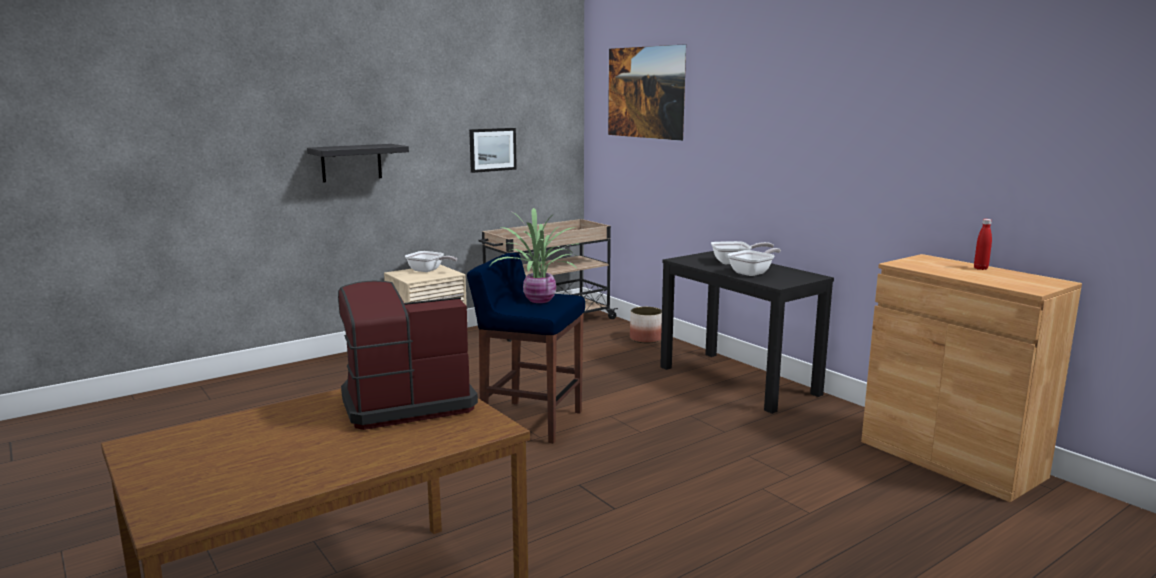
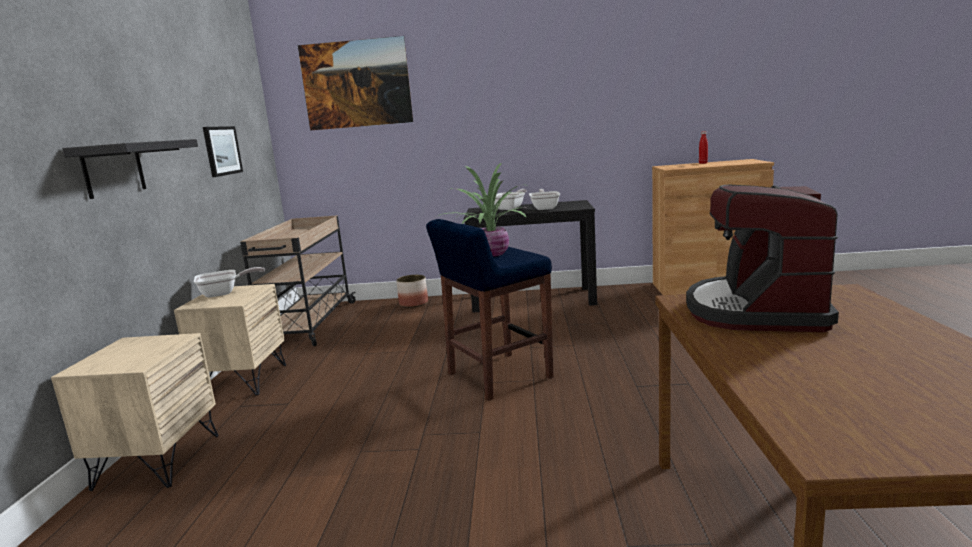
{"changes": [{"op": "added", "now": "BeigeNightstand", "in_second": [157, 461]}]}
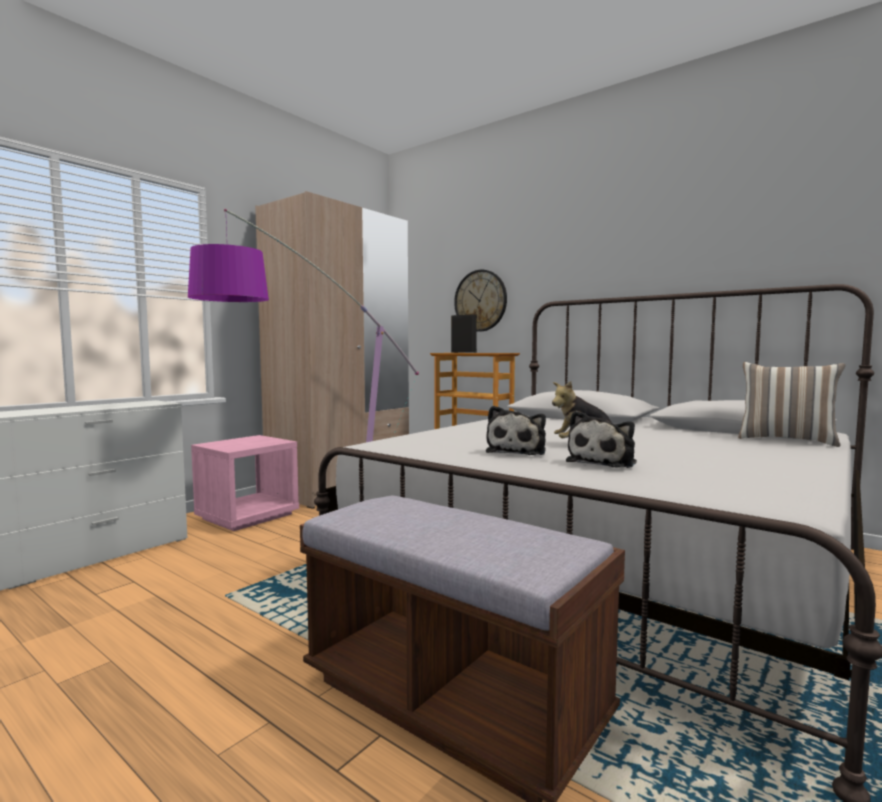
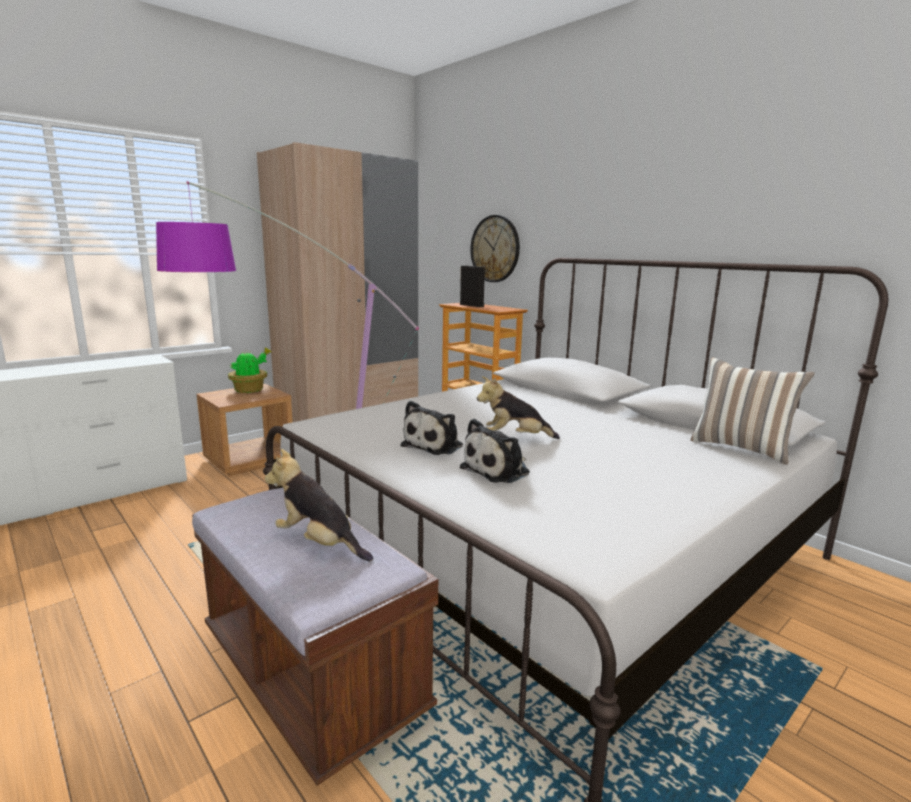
{"changes": [{"op": "recoloured", "was": "PinkNightstand", "now": "BrownNightstand", "in_first": [248, 516], "in_second": [250, 460]}, {"op": "added", "now": "PottedPlant", "in_second": [250, 390]}, {"op": "added", "now": "PlushToy", "in_second": [319, 543]}]}
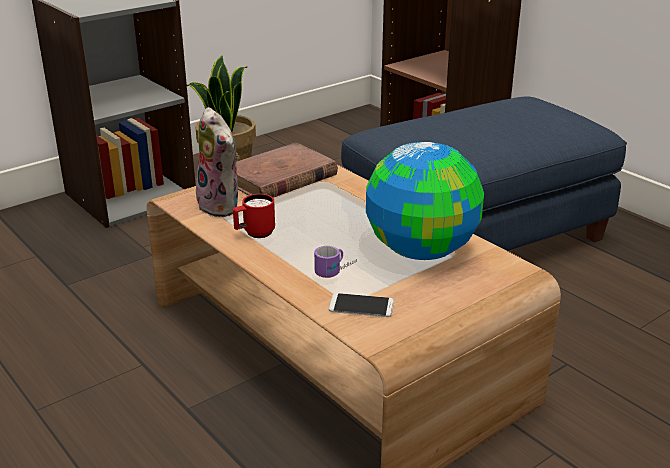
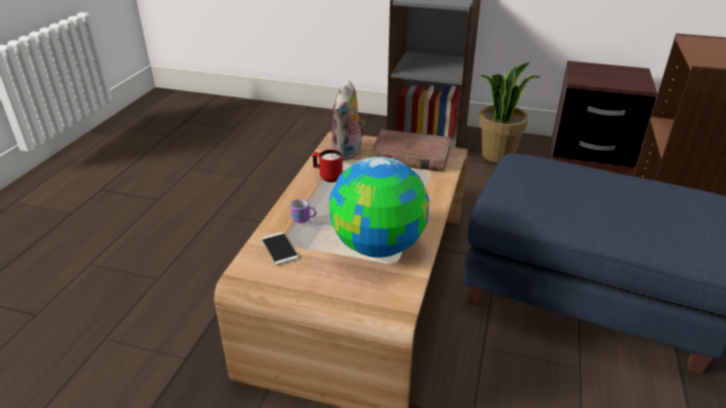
{"changes": [{"op": "added", "now": "BrownNightstand", "in_second": [589, 158]}]}
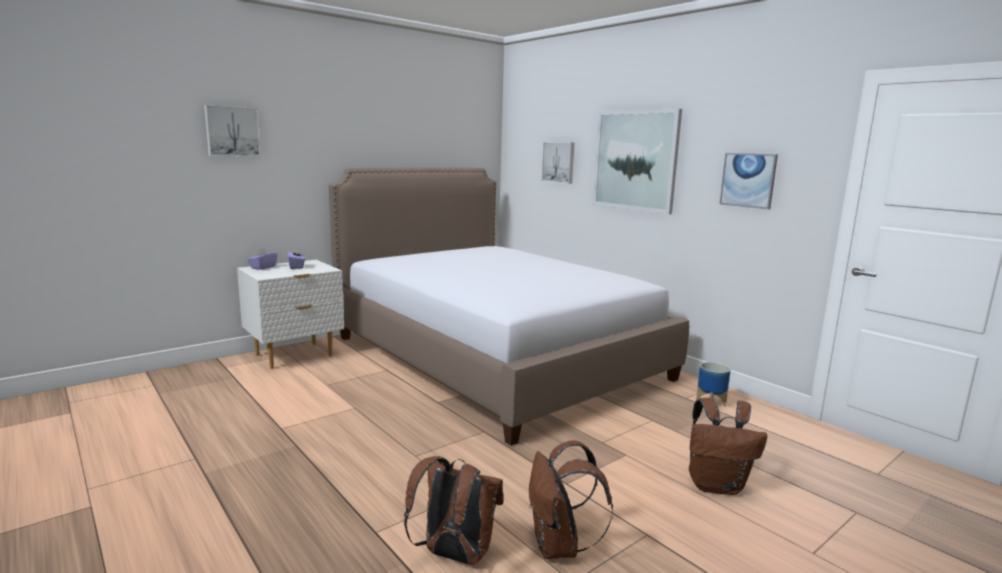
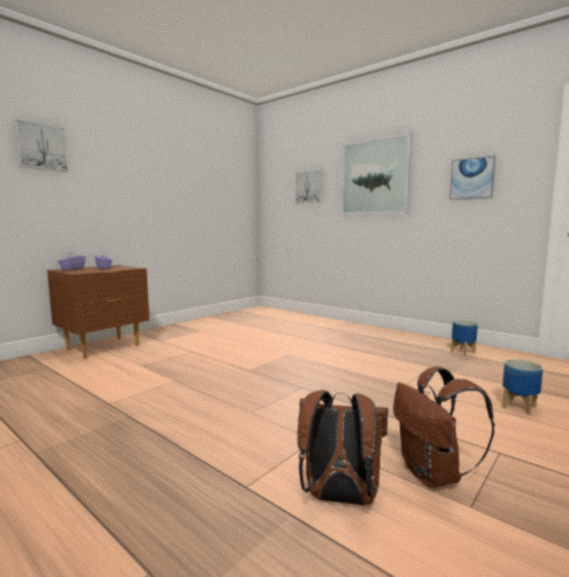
{"changes": [{"op": "recoloured", "was": "WhiteNightstand", "now": "BrownNightstand", "in_first": [294, 356], "in_second": [103, 348]}, {"op": "removed", "was": "Bed", "in_first": [495, 357]}, {"op": "replaced", "was": "BrownBackpack", "now": "Planter", "in_first": [717, 485], "in_second": [519, 406]}]}
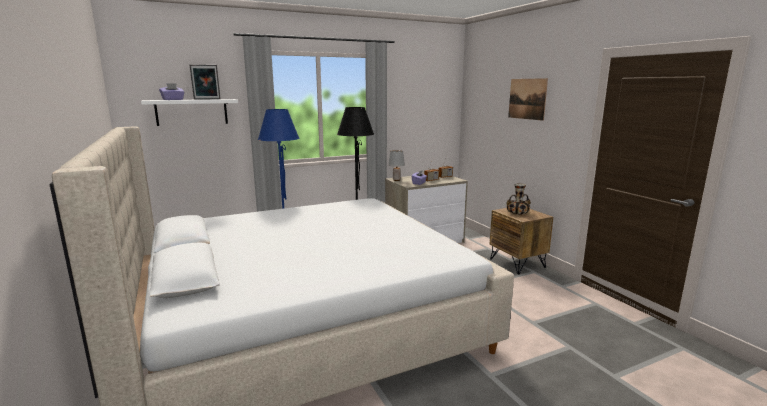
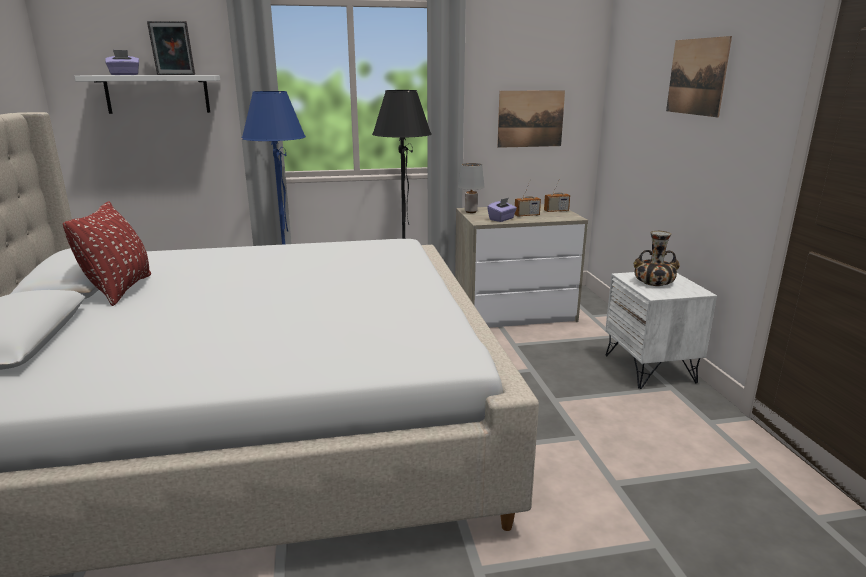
{"changes": [{"op": "recoloured", "was": "BrownNightstand", "now": "WhiteNightstand", "in_first": [517, 263], "in_second": [650, 369]}, {"op": "added", "now": "RedPillow", "in_second": [120, 290]}, {"op": "added", "now": "Picture", "in_second": [530, 119]}]}
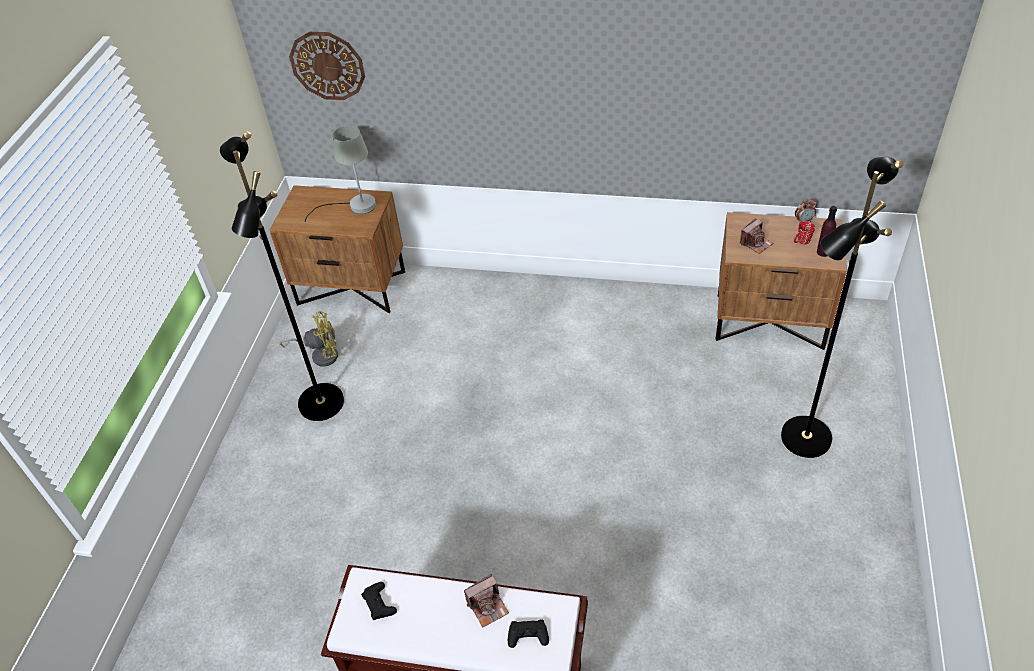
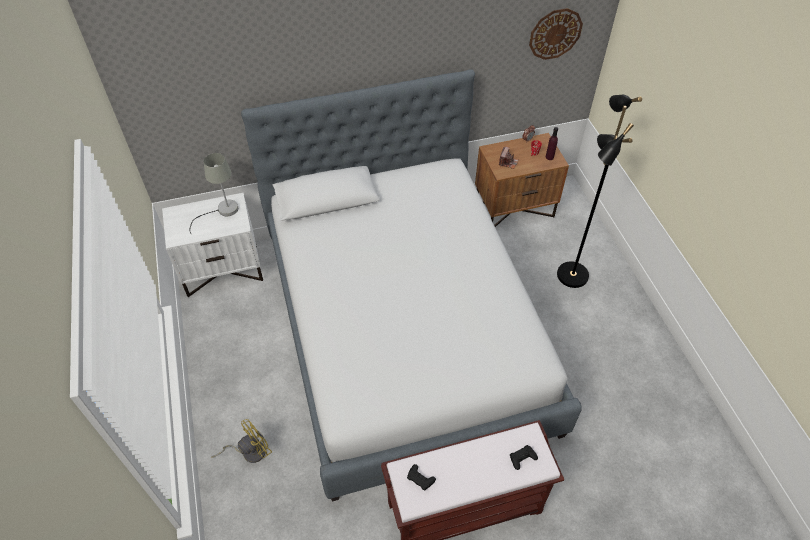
{"changes": [{"op": "removed", "was": "BlackFloorLamp", "in_first": [319, 403]}, {"op": "recoloured", "was": "BrownNightstand", "now": "WhiteNightstand", "in_first": [352, 287], "in_second": [223, 270]}, {"op": "moved", "was": "YellowFan", "in_first": [321, 354], "in_second": [249, 451]}, {"op": "moved", "was": "WallClock", "in_first": [327, 65], "in_second": [555, 34]}, {"op": "removed", "was": "PhotoCamera", "in_first": [488, 606]}, {"op": "added", "now": "Bed", "in_second": [404, 329]}]}
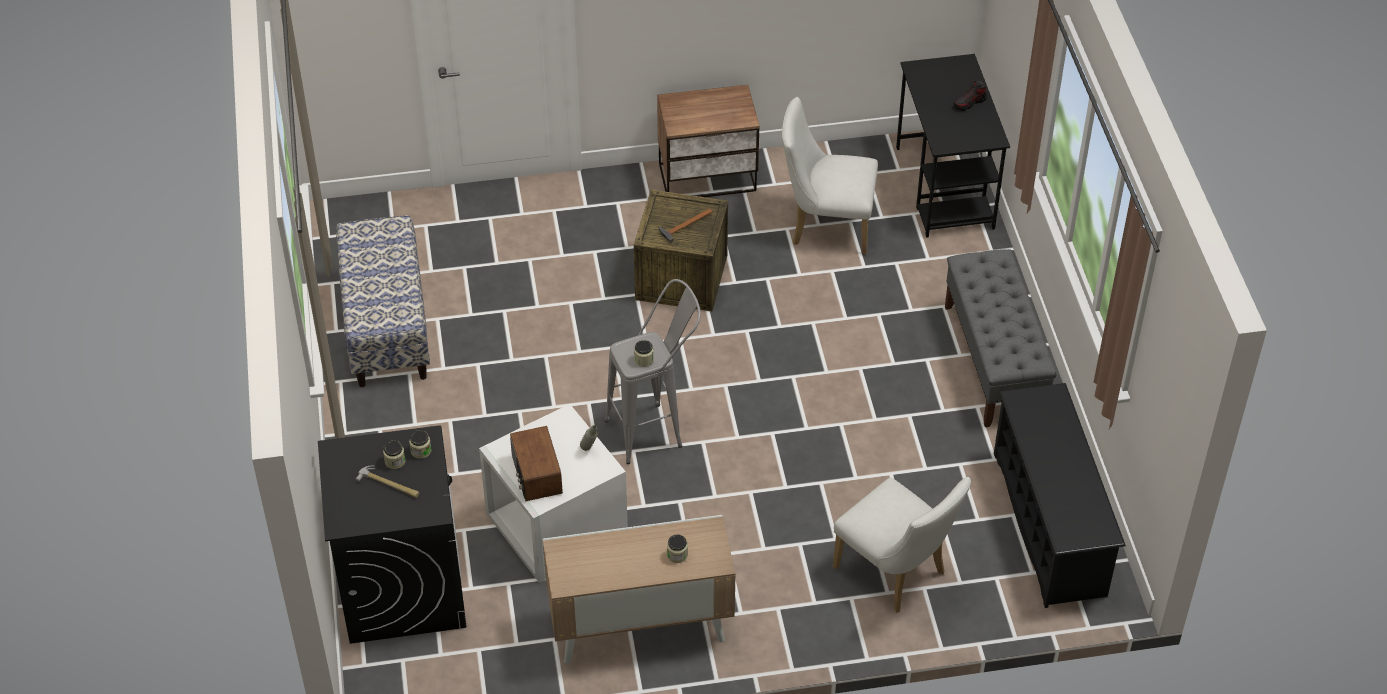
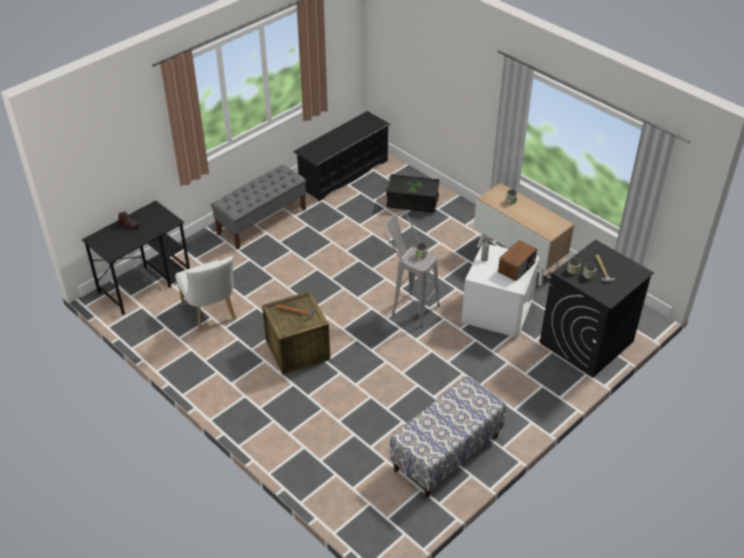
{"changes": [{"op": "removed", "was": "Nightstand", "in_first": [708, 178]}, {"op": "replaced", "was": "WhiteChair", "now": "BlackStorageBox", "in_first": [896, 574], "in_second": [412, 202]}]}
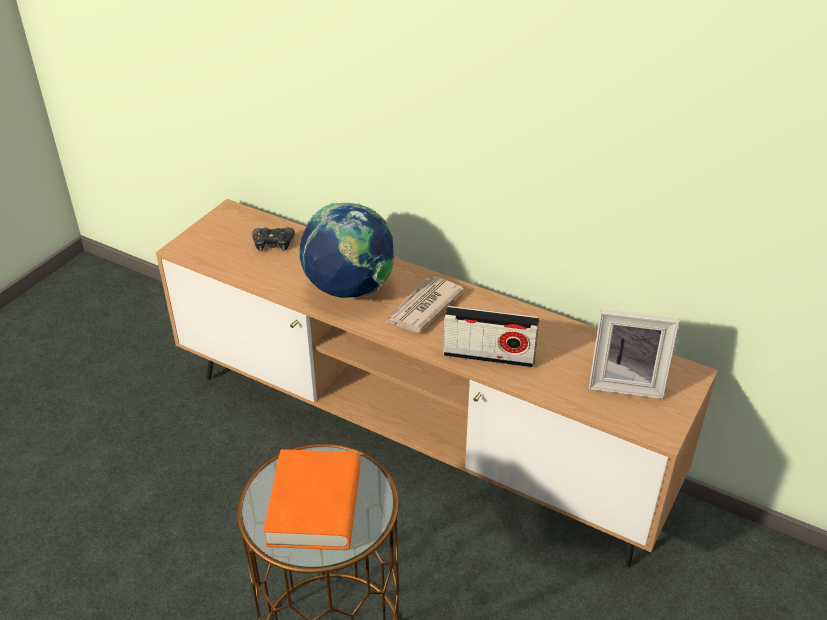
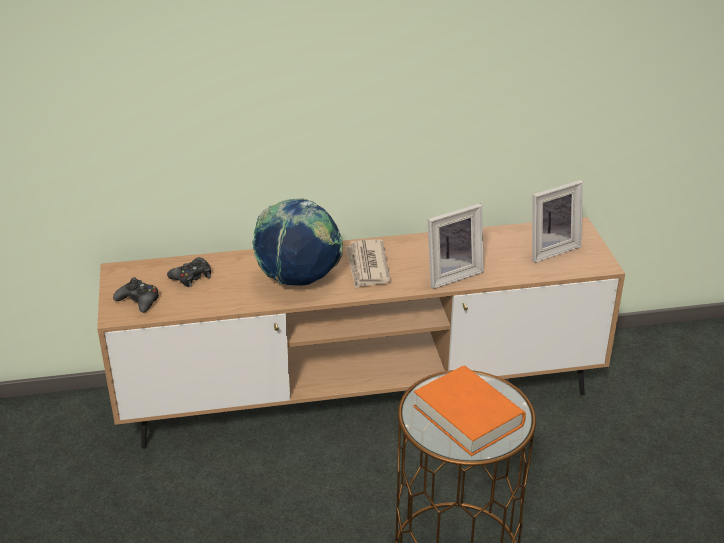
{"changes": [{"op": "replaced", "was": "Radio", "now": "PictureFrame", "in_first": [489, 356], "in_second": [451, 274]}, {"op": "added", "now": "BlackGameController", "in_second": [138, 301]}]}
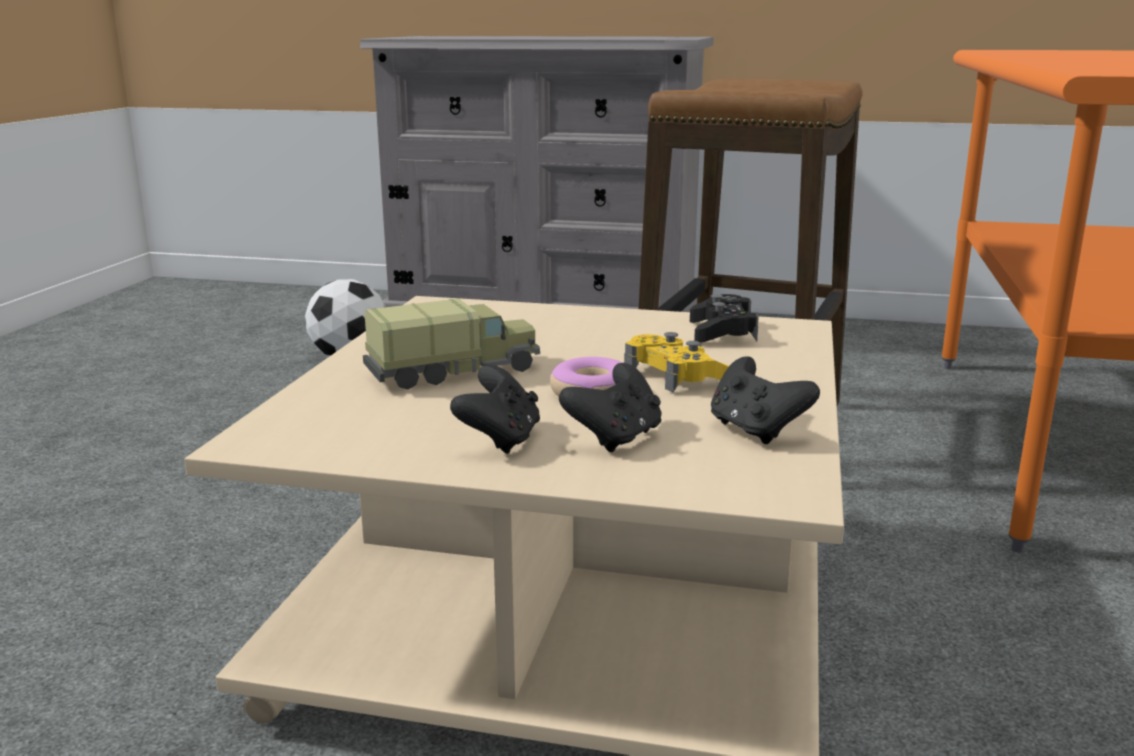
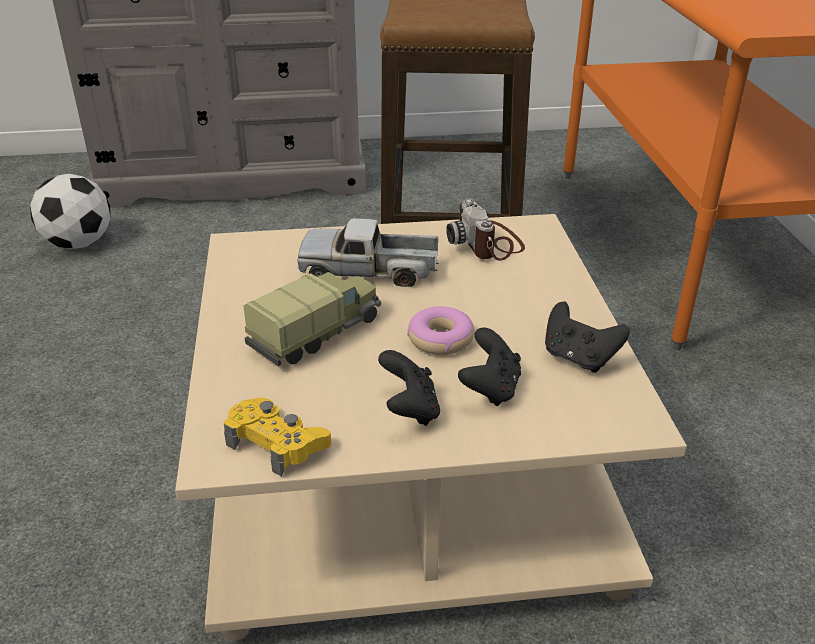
{"changes": [{"op": "moved", "was": "YellowGameController", "in_first": [675, 376], "in_second": [277, 443]}, {"op": "replaced", "was": "BlackGameController", "now": "PhotoCamera", "in_first": [722, 332], "in_second": [488, 243]}, {"op": "added", "now": "ToyTruck", "in_second": [369, 271]}]}
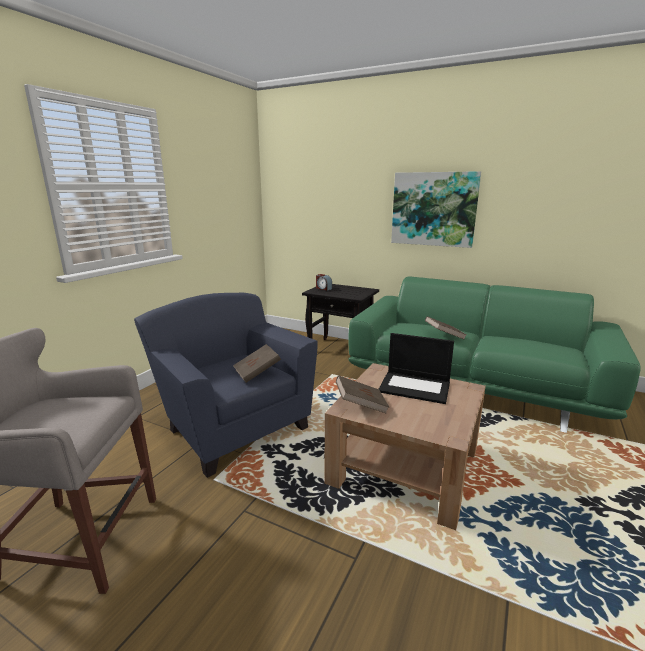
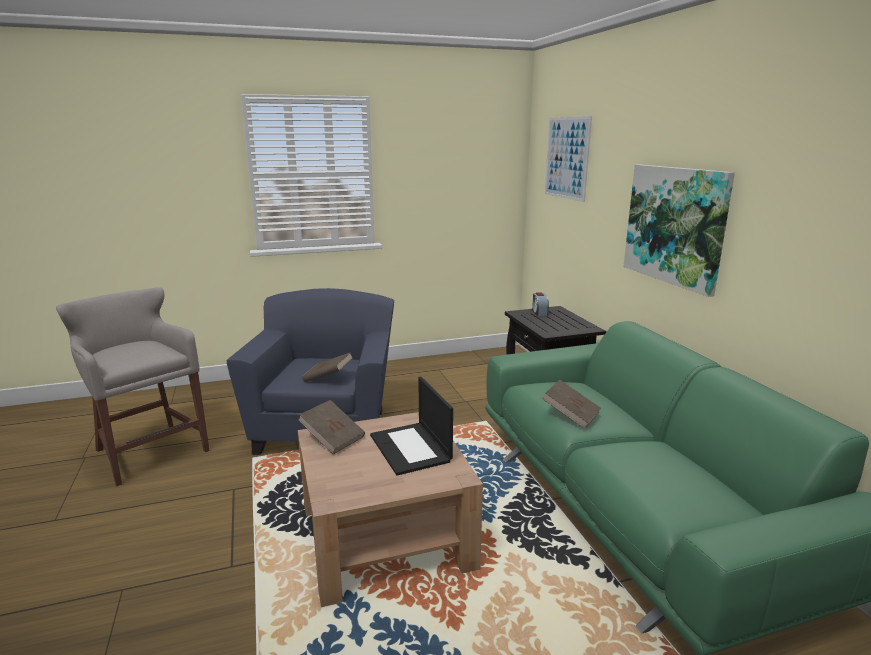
{"changes": [{"op": "added", "now": "Picture", "in_second": [567, 158]}]}
